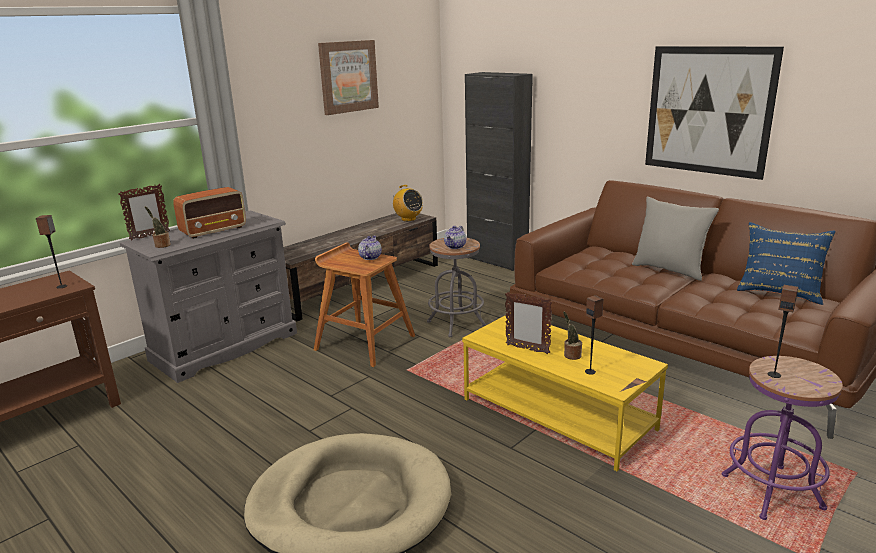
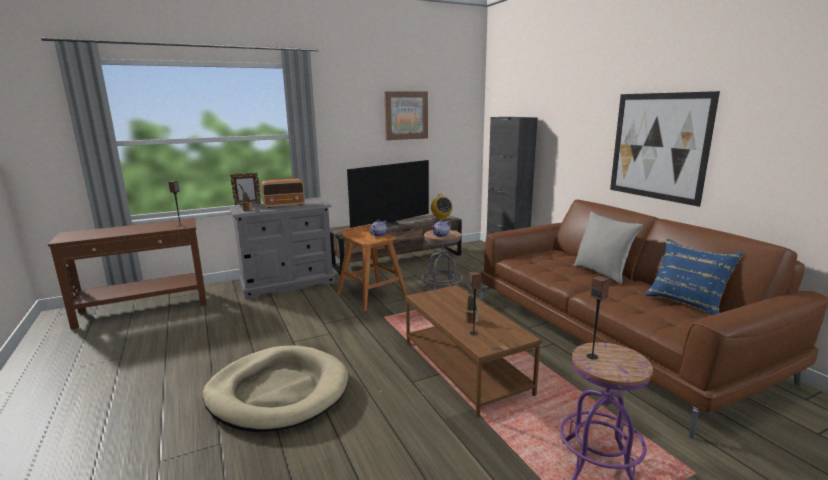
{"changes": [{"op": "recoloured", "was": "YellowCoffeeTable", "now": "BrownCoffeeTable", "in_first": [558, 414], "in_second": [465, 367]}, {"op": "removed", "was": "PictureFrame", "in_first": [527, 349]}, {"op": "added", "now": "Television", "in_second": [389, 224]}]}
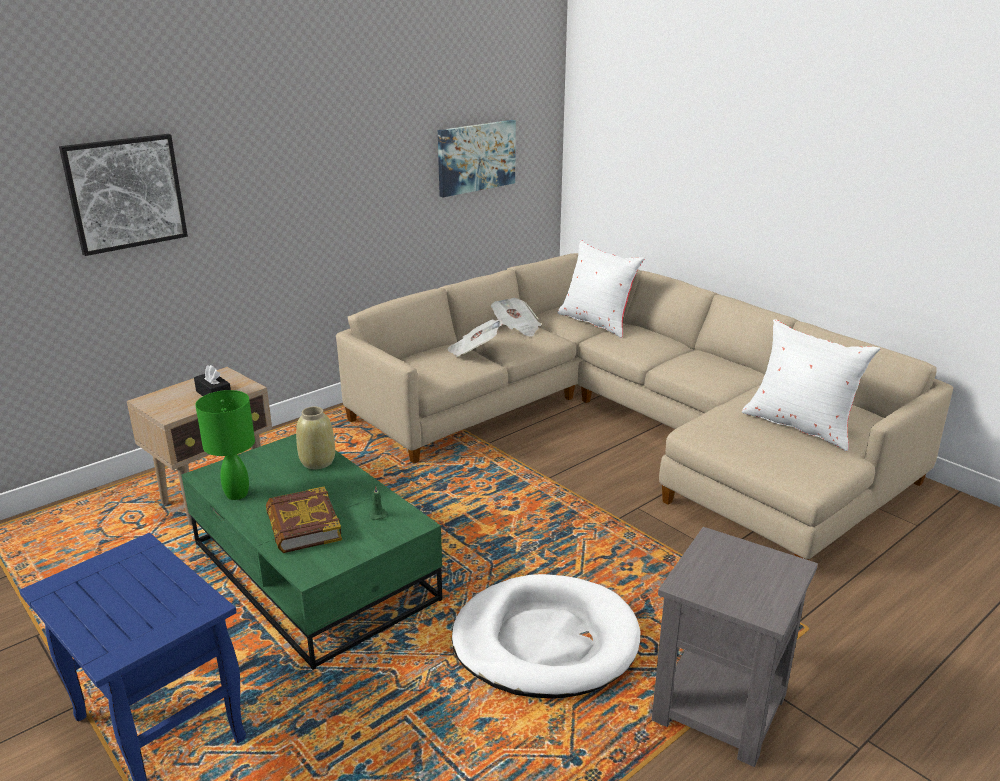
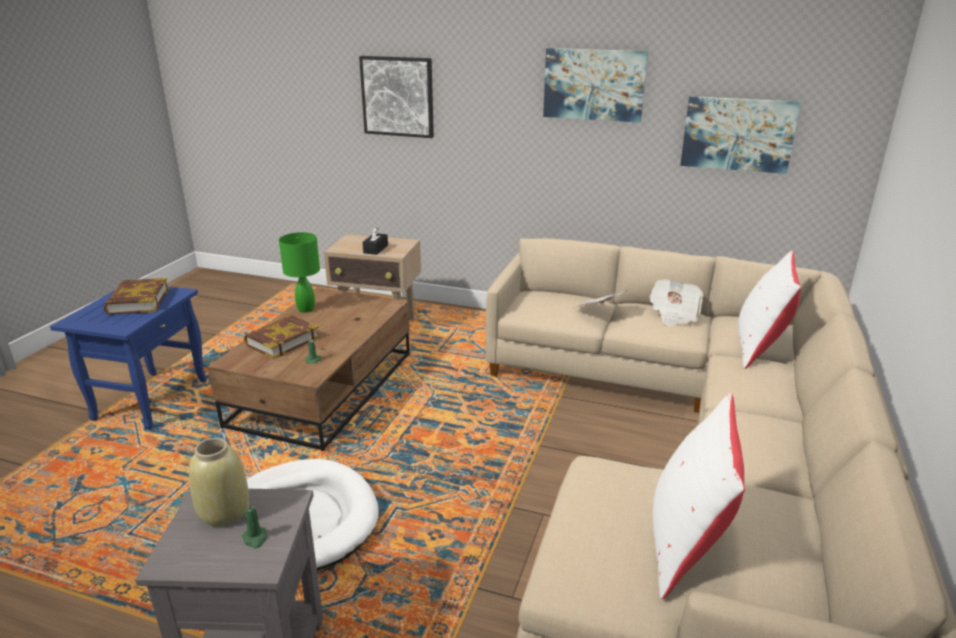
{"changes": [{"op": "recoloured", "was": "GreenCoffeeTable", "now": "BrownCoffeeTable", "in_first": [315, 572], "in_second": [323, 390]}, {"op": "moved", "was": "BeigeVase", "in_first": [317, 462], "in_second": [223, 512]}, {"op": "added", "now": "Book", "in_second": [138, 301]}, {"op": "added", "now": "GreenCandle", "in_second": [255, 538]}, {"op": "added", "now": "Picture", "in_second": [594, 84]}]}
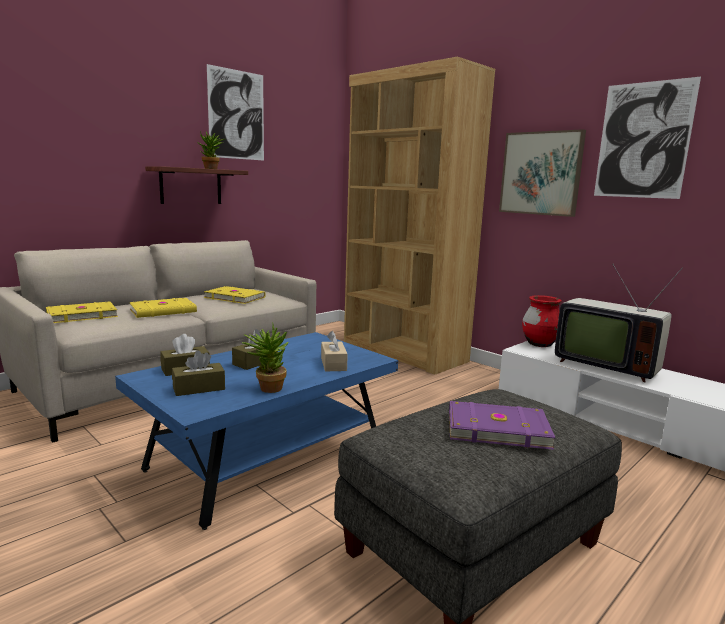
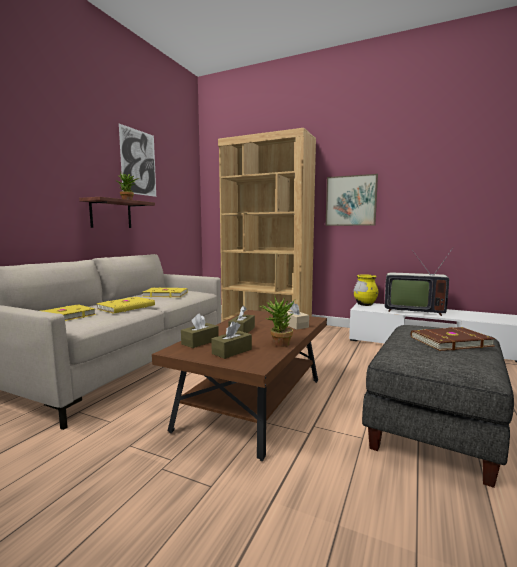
{"changes": [{"op": "recoloured", "was": "BlueCoffeeTable", "now": "BrownCoffeeTable", "in_first": [267, 460], "in_second": [254, 404]}, {"op": "recoloured", "was": "PurpleBook", "now": "BrownBook", "in_first": [496, 428], "in_second": [449, 341]}, {"op": "recoloured", "was": "RedVase", "now": "YellowVase", "in_first": [539, 344], "in_second": [365, 304]}, {"op": "removed", "was": "Picture", "in_first": [643, 140]}]}
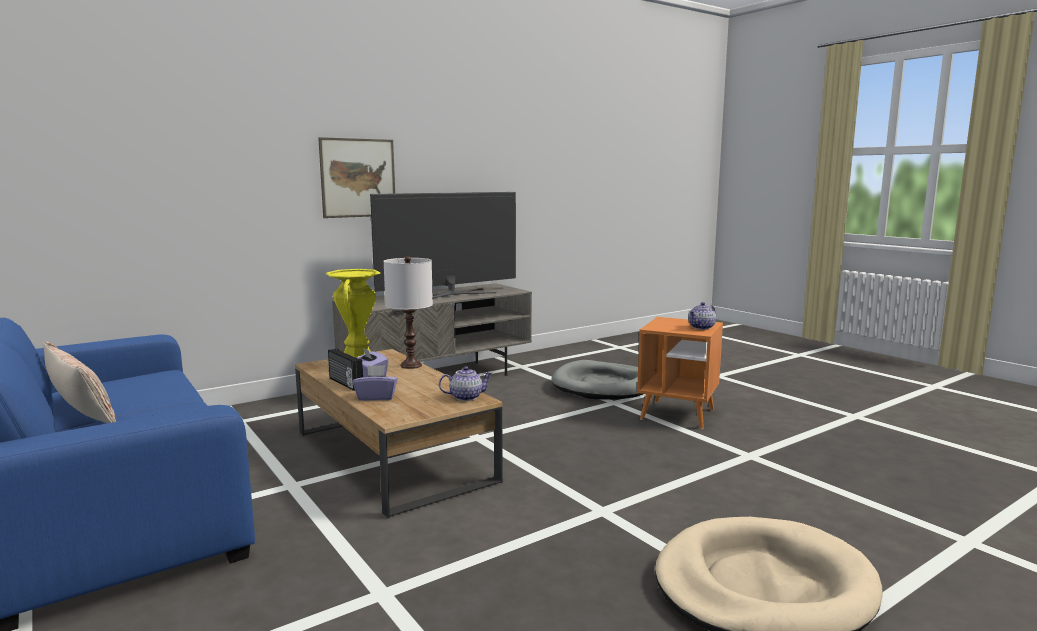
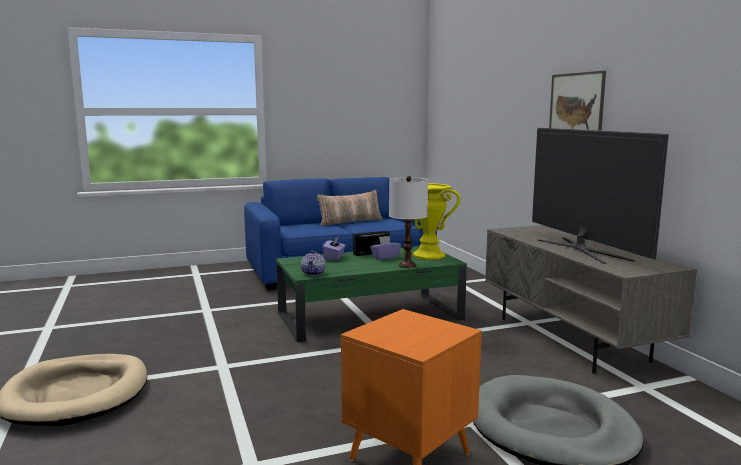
{"changes": [{"op": "recoloured", "was": "BrownCoffeeTable", "now": "GreenCoffeeTable", "in_first": [391, 455], "in_second": [370, 316]}, {"op": "removed", "was": "Teapot", "in_first": [702, 327]}]}
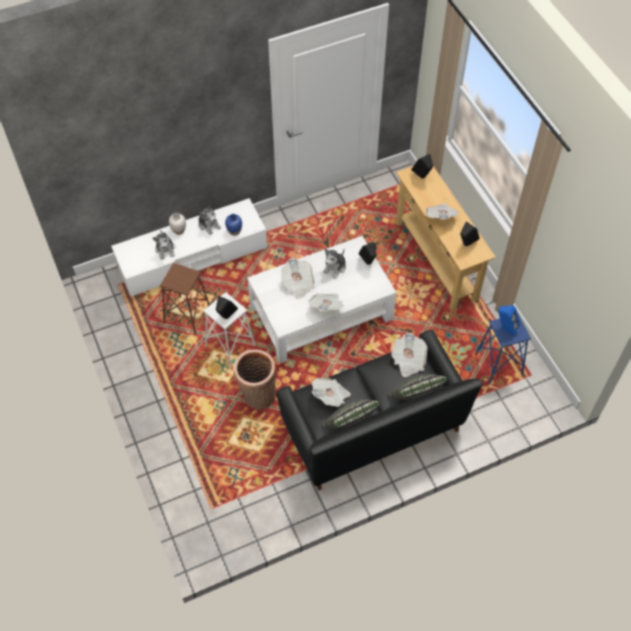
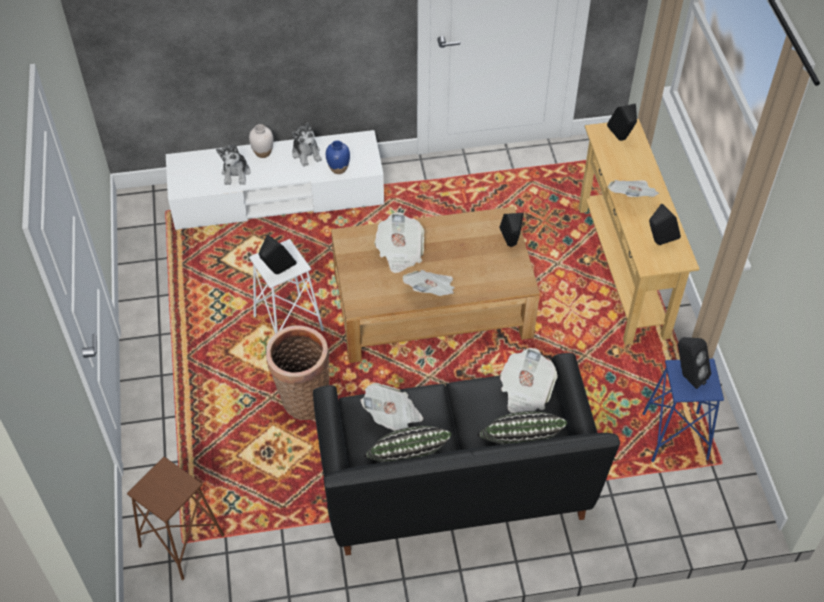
{"changes": [{"op": "moved", "was": "BrownStool", "in_first": [187, 315], "in_second": [181, 541]}, {"op": "recoloured", "was": "WhiteCoffeeTable", "now": "BrownCoffeeTable", "in_first": [320, 312], "in_second": [431, 306]}, {"op": "removed", "was": "PlushToy", "in_first": [335, 268]}, {"op": "recoloured", "was": "BlueSpeaker", "now": "BlackSpeaker", "in_first": [505, 328], "in_second": [687, 376]}]}
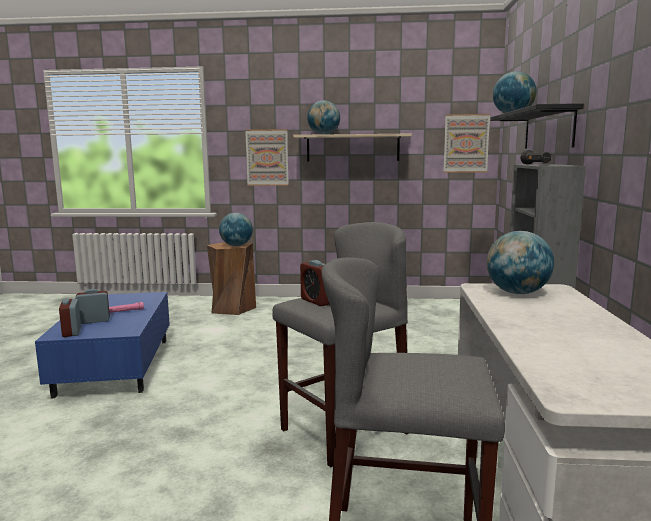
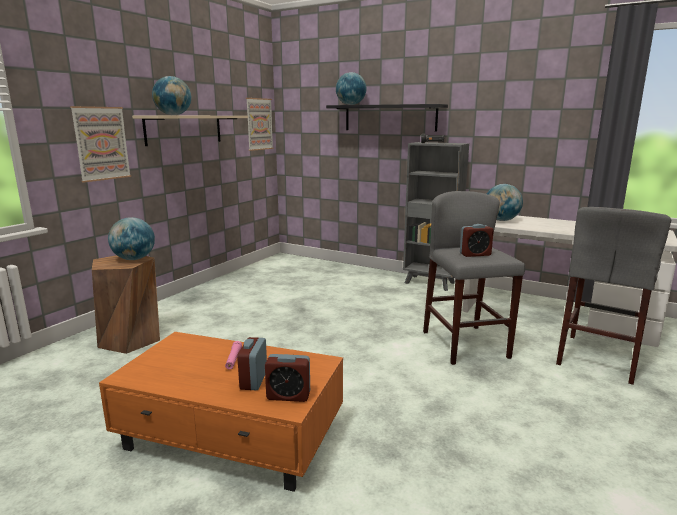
{"changes": [{"op": "recoloured", "was": "BlueCoffeeTable", "now": "OrangeCoffeeTable", "in_first": [115, 366], "in_second": [233, 435]}]}
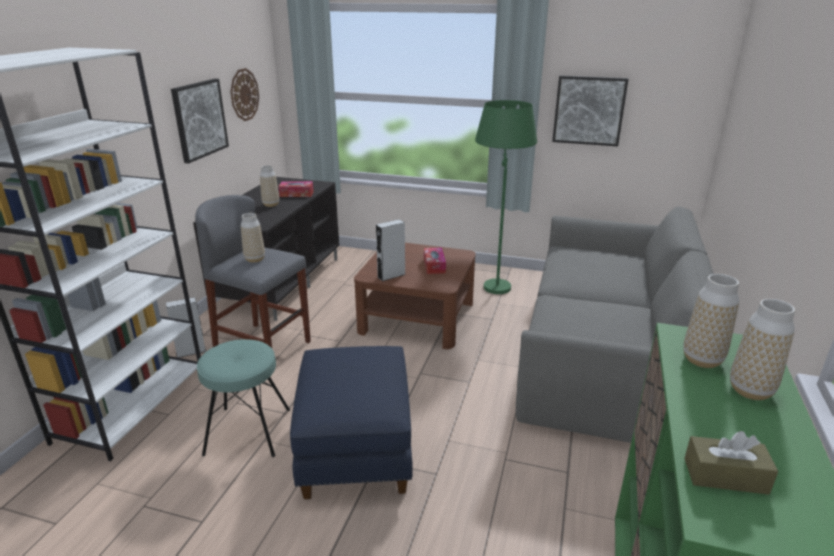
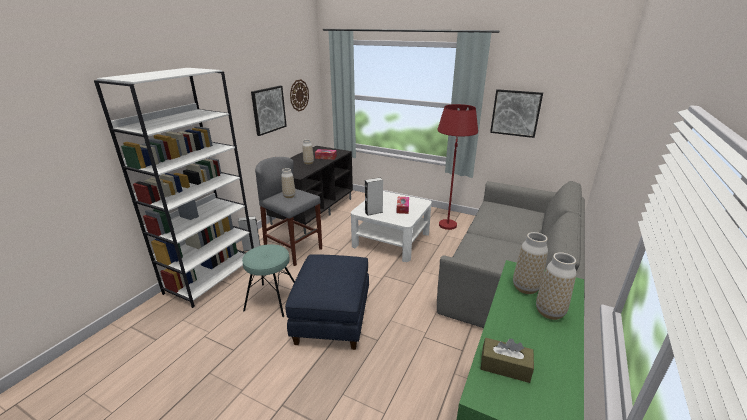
{"changes": [{"op": "recoloured", "was": "BrownCoffeeTable", "now": "WhiteCoffeeTable", "in_first": [417, 317], "in_second": [391, 240]}, {"op": "recoloured", "was": "GreenFloorLamp", "now": "RedFloorLamp", "in_first": [496, 280], "in_second": [448, 220]}]}
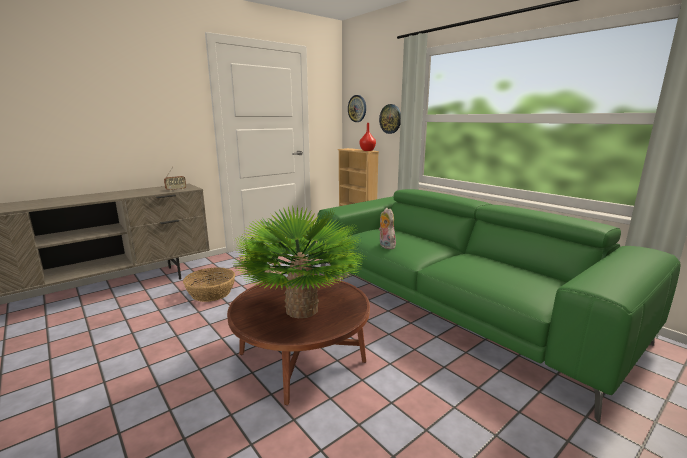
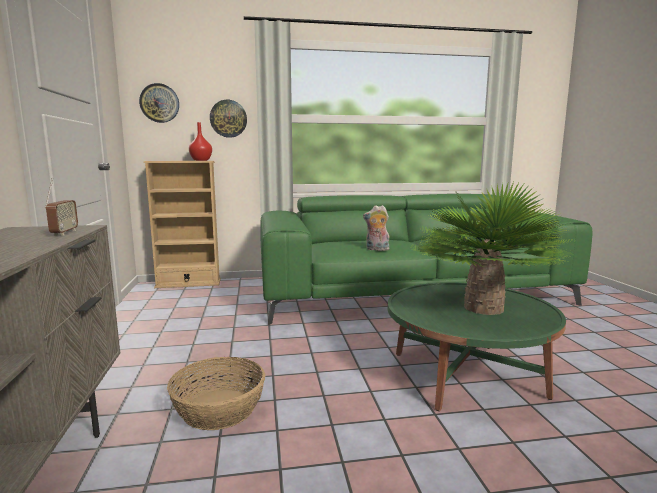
{"changes": [{"op": "recoloured", "was": "BrownCoffeeTable", "now": "GreenCoffeeTable", "in_first": [302, 358], "in_second": [466, 374]}]}
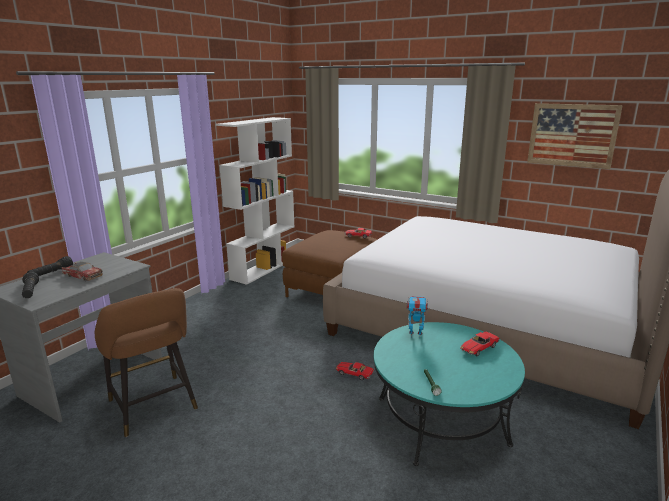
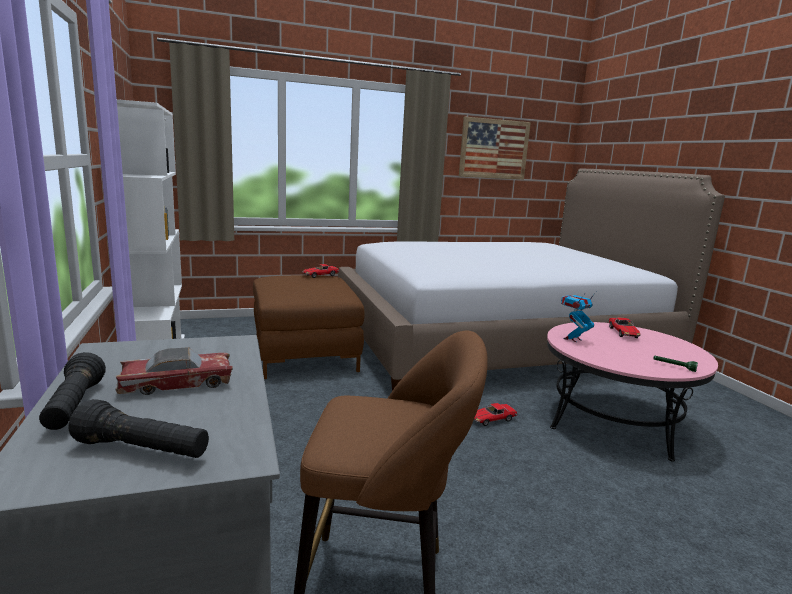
{"changes": [{"op": "recoloured", "was": "TurquoiseCoffeeTable", "now": "PinkCoffeeTable", "in_first": [441, 420], "in_second": [614, 420]}]}
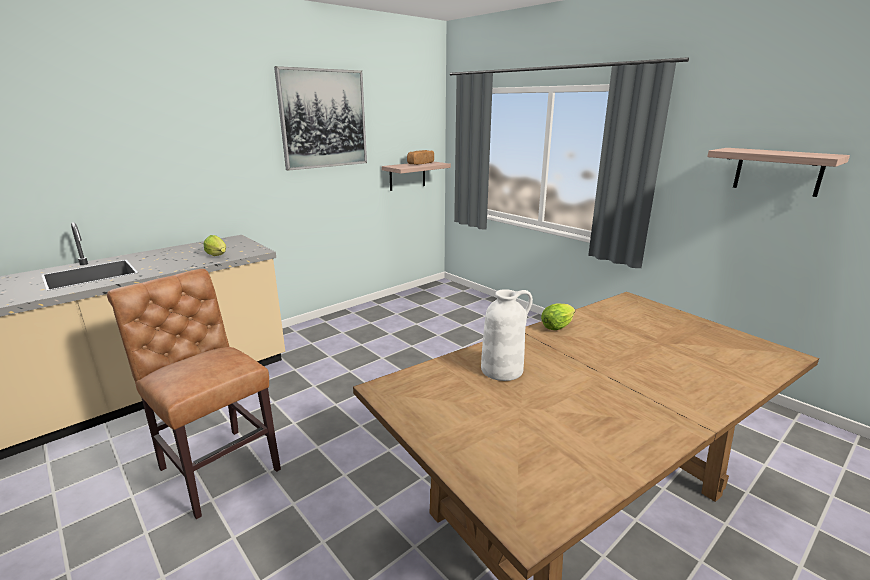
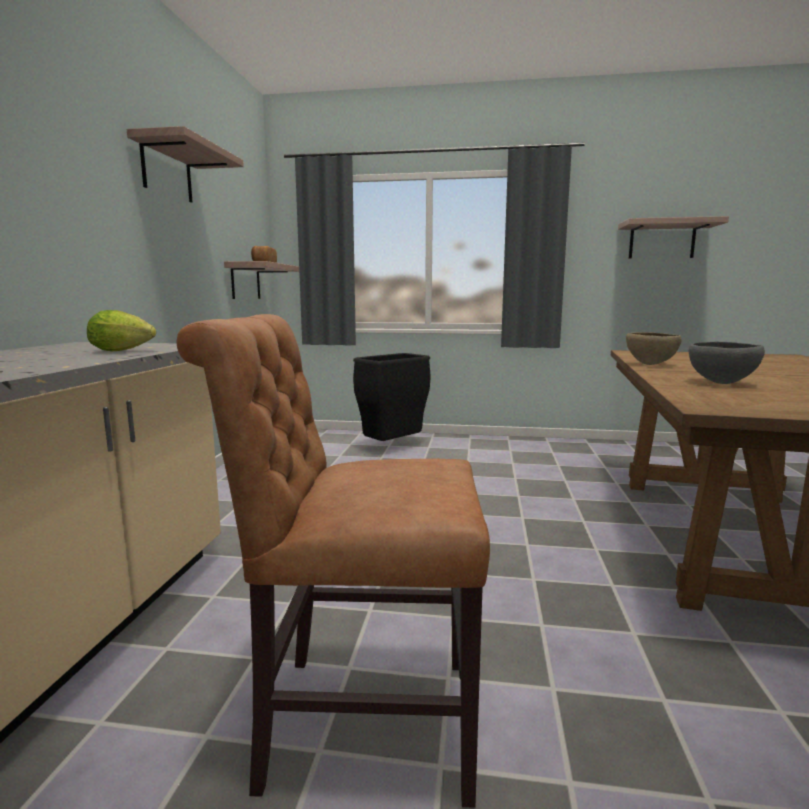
{"changes": [{"op": "replaced", "was": "Picture", "now": "Shelf", "in_first": [323, 119], "in_second": [167, 171]}, {"op": "replaced", "was": "WhiteVase", "now": "GreyBowl", "in_first": [502, 369], "in_second": [721, 383]}, {"op": "replaced", "was": "Lettuce", "now": "BrownBowl", "in_first": [558, 326], "in_second": [650, 364]}, {"op": "added", "now": "BlackTrashCan", "in_second": [392, 447]}]}
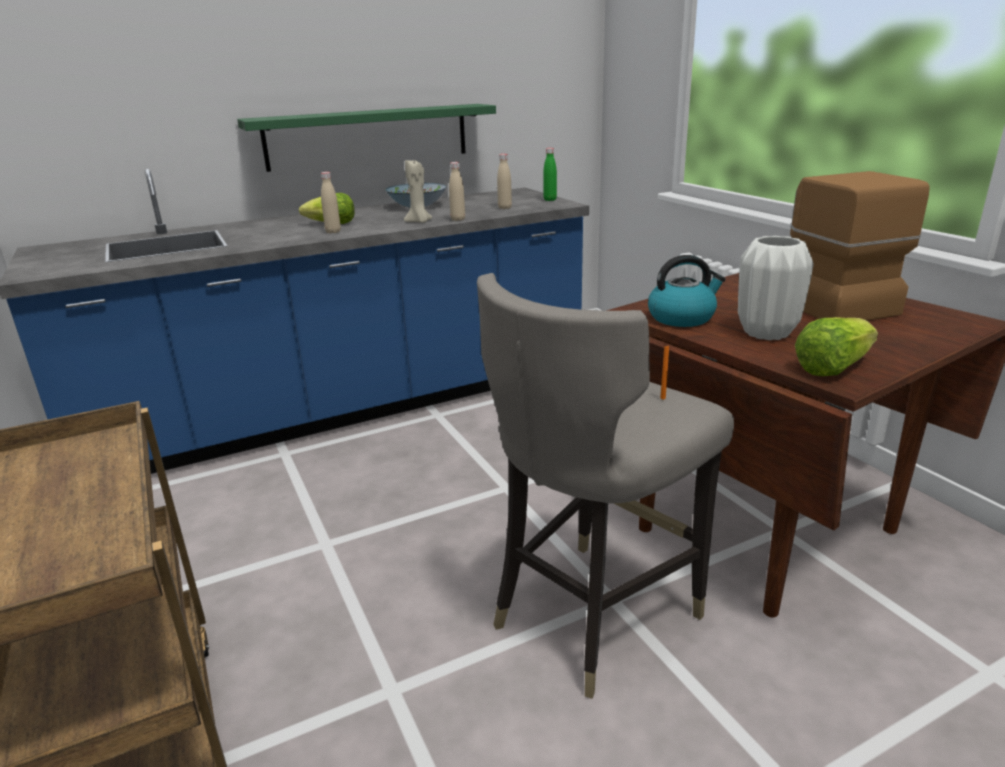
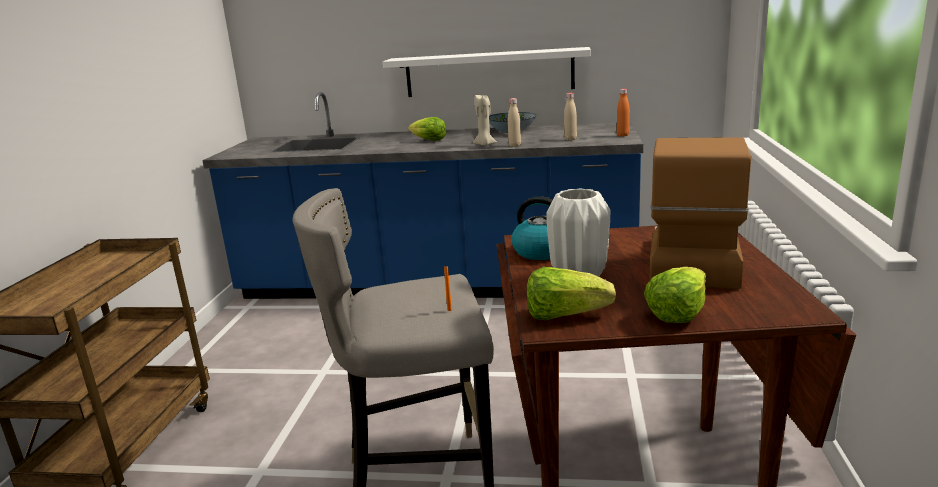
{"changes": [{"op": "recoloured", "was": "GreenShelf", "now": "WhiteShelf", "in_first": [368, 136], "in_second": [489, 73]}, {"op": "removed", "was": "BeigeBottle", "in_first": [333, 232]}, {"op": "recoloured", "was": "GreenBottle", "now": "OrangeBottle", "in_first": [550, 200], "in_second": [623, 135]}, {"op": "added", "now": "Lettuce", "in_second": [677, 313]}]}
